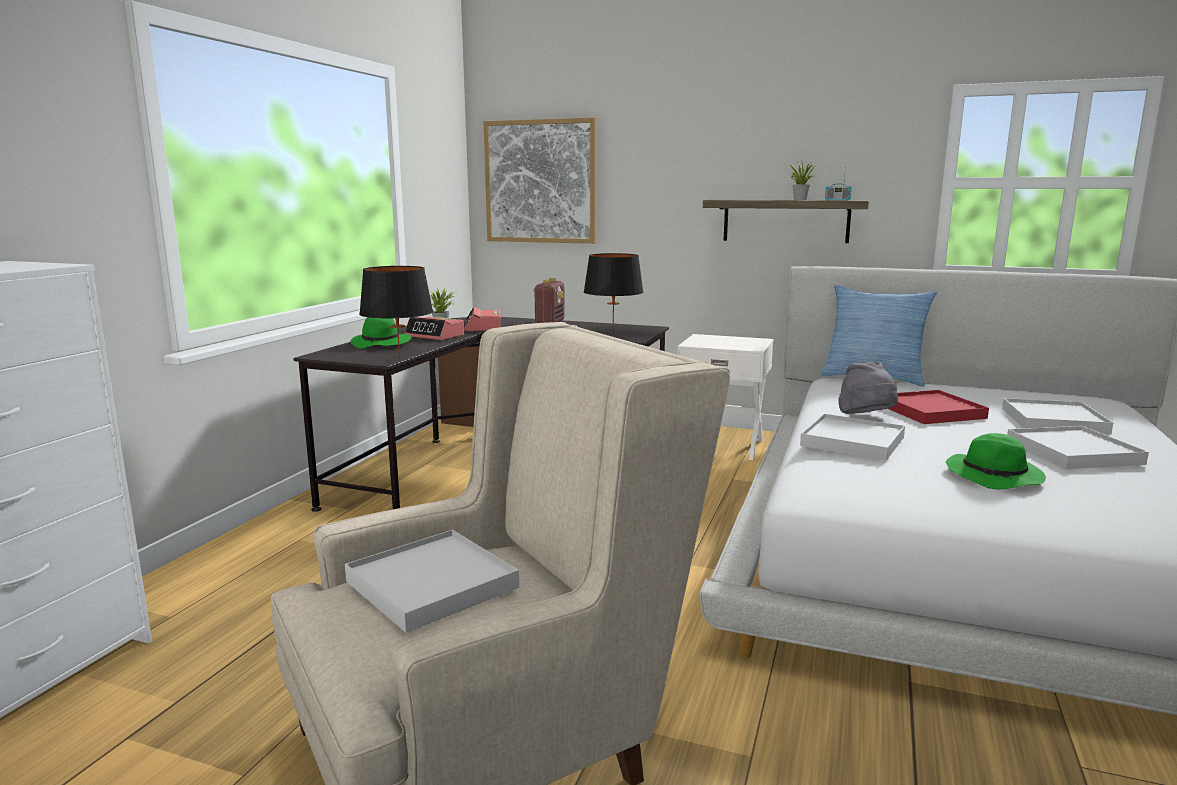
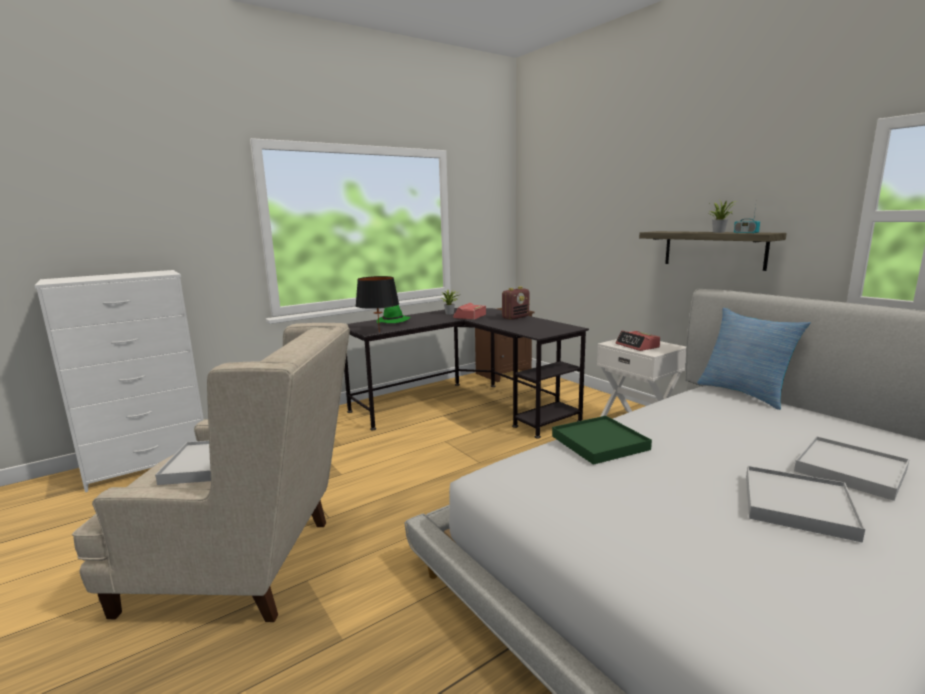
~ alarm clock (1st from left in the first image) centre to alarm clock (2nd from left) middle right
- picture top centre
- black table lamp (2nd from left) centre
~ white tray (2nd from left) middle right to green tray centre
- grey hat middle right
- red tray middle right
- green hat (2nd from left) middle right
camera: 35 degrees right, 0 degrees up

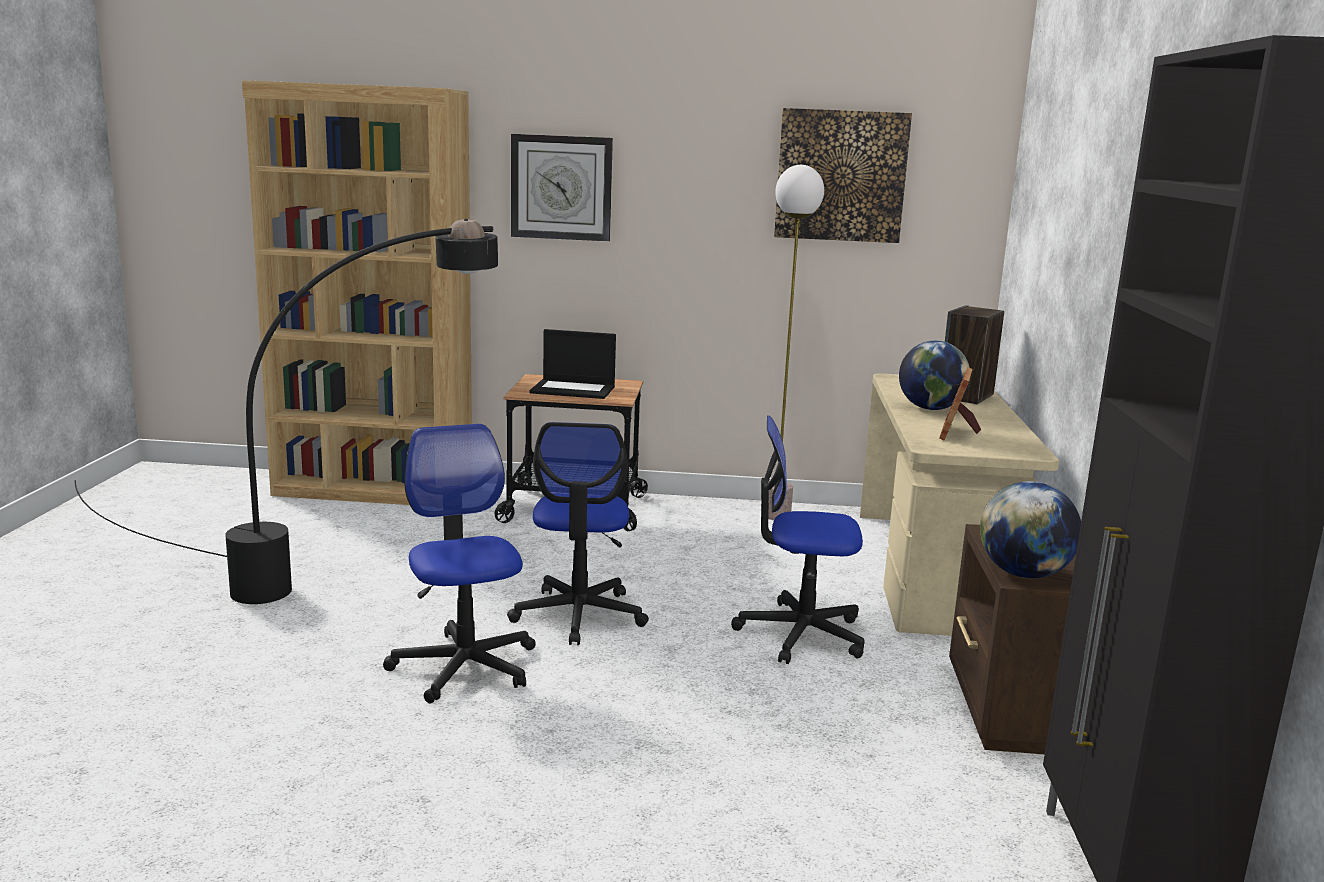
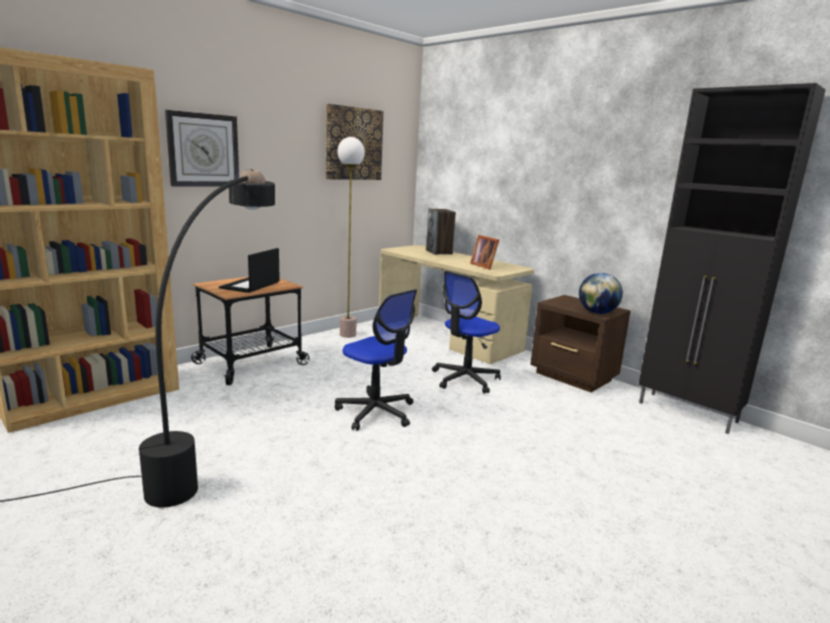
- office chair (1st from left) centre
~ laptop centre = middle left 150 degrees clockwise
- globe (1st from left) middle right
camera: 50 degrees left, 0 degrees up

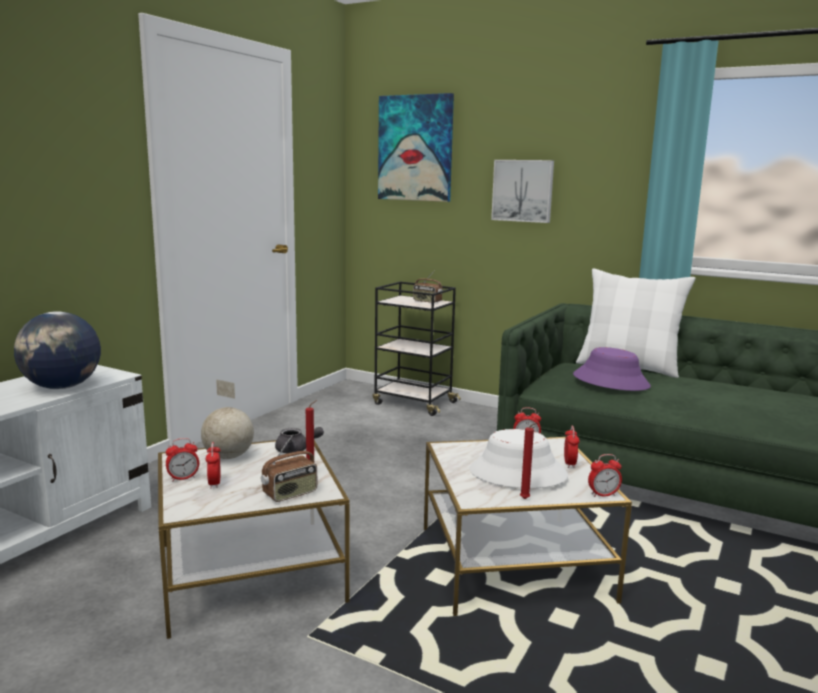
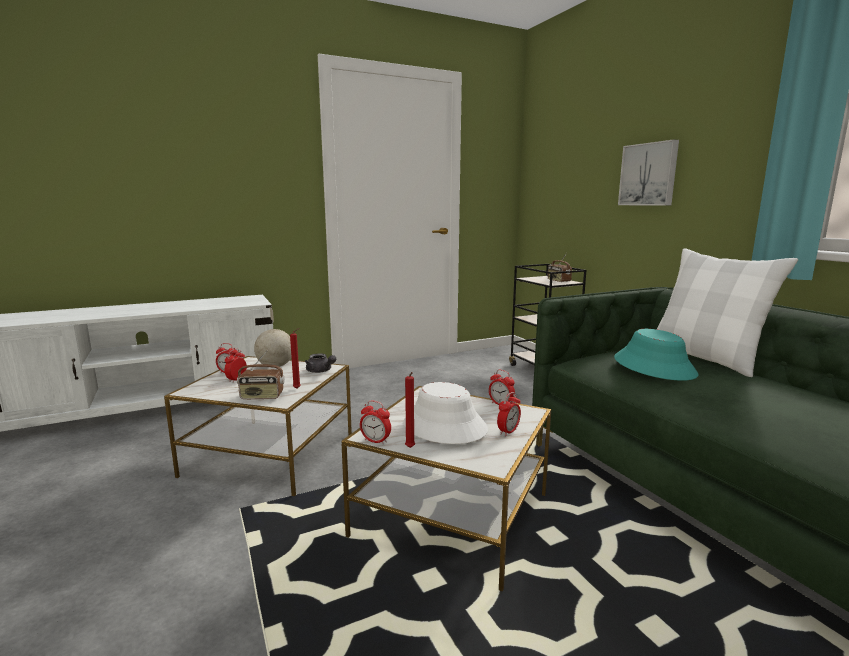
- globe (1st from left) middle left
- picture (1st from left) top centre
~ purple hat middle right to turquoise hat middle right
~ alarm clock (5th from left in the first image) bottom right to alarm clock (3rd from left) centre
camera: 35 degrees right, 0 degrees up

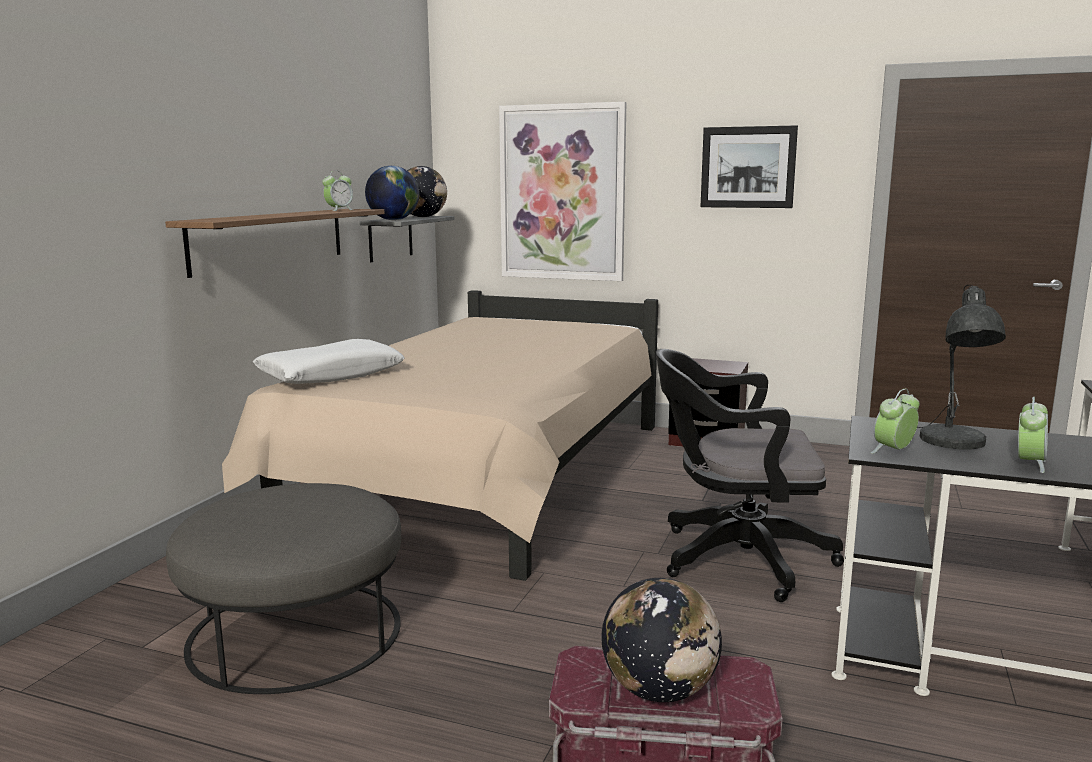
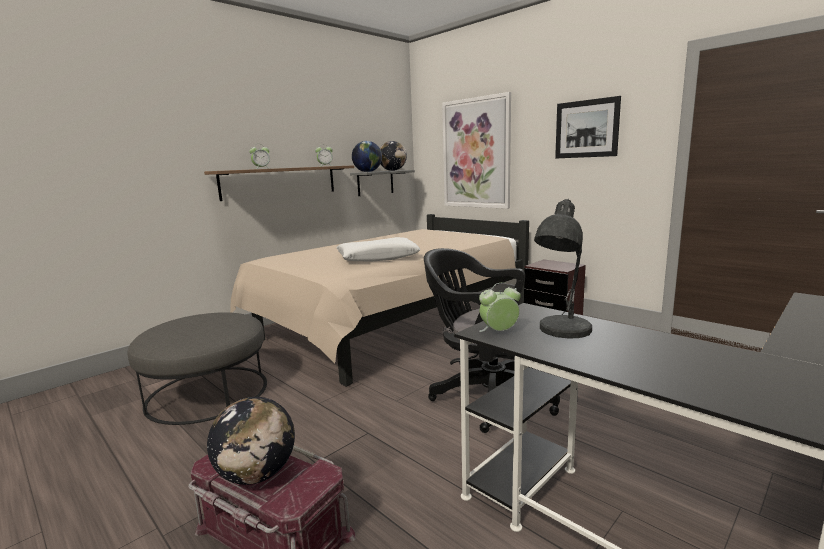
~ white pillow middle left to centre
~ alarm clock (3rd from left in the first image) middle right to alarm clock (1st from left) top left
camera: 25 degrees right, 0 degrees up

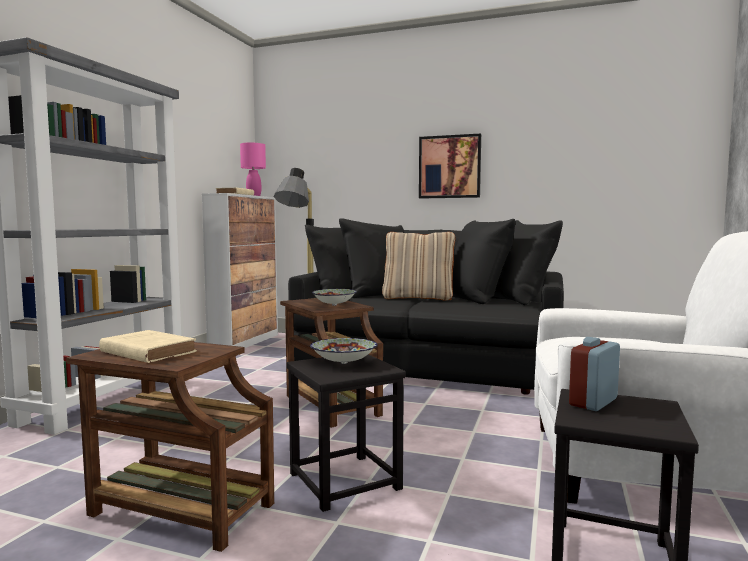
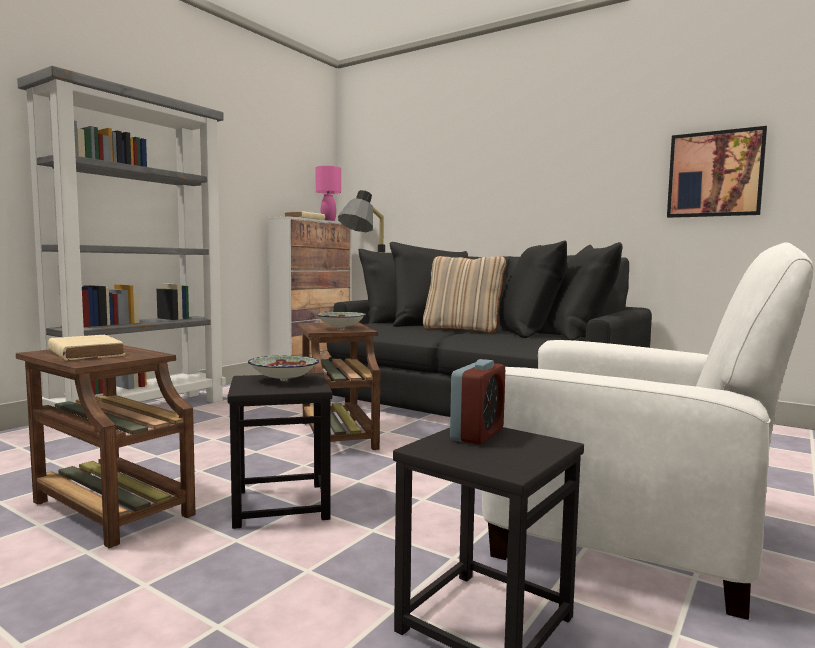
~ picture top centre to top right
~ alarm clock bottom right = centre 150 degrees clockwise
camera: 15 degrees right, 0 degrees up

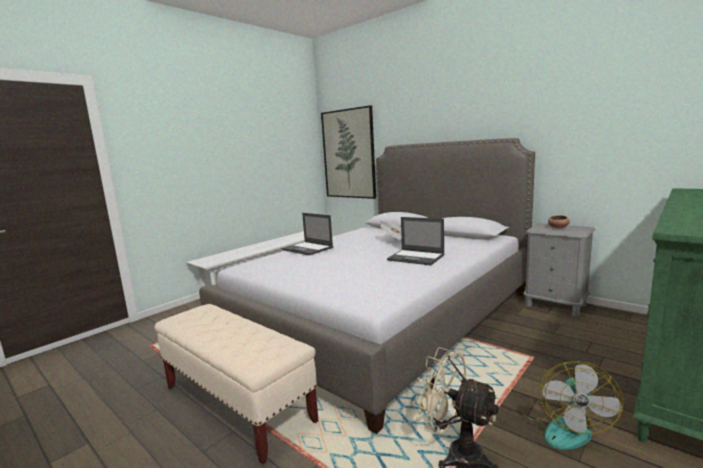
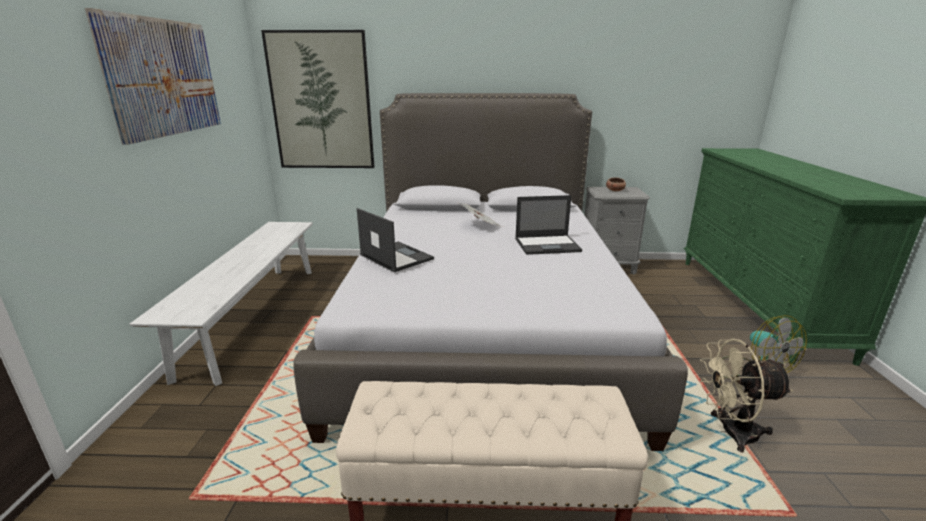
~ laptop (1st from left) centre = centre 135 degrees counterclockwise
+ picture (1st from left) top left
camera: 40 degrees left, 10 degrees up

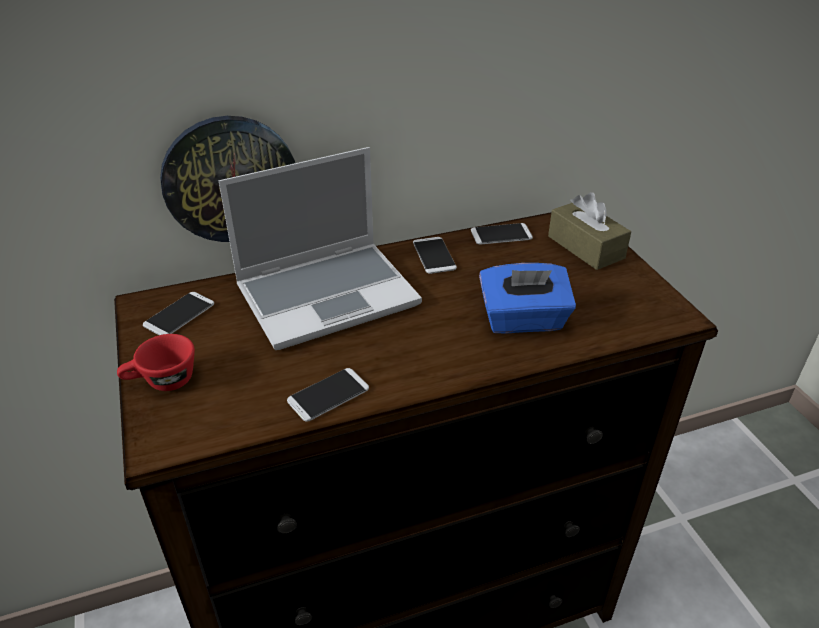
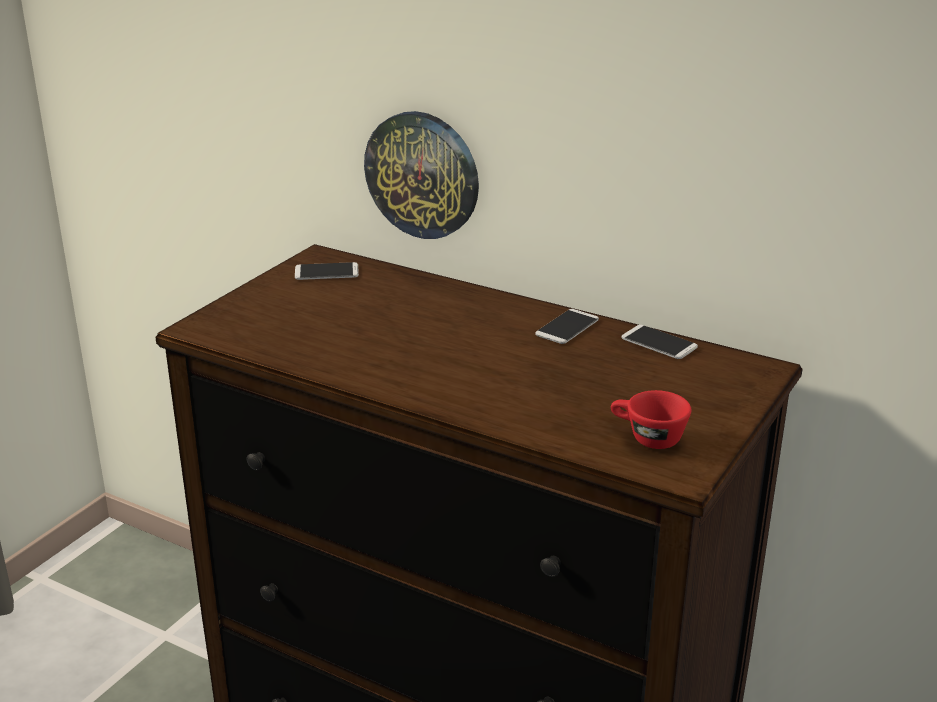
~ red cup middle left to middle right
- laptop centre
- phone (2nd from left) centre
- blue tissue box centre
- brown tissue box middle right
camera: 50 degrees right, 10 degrees down

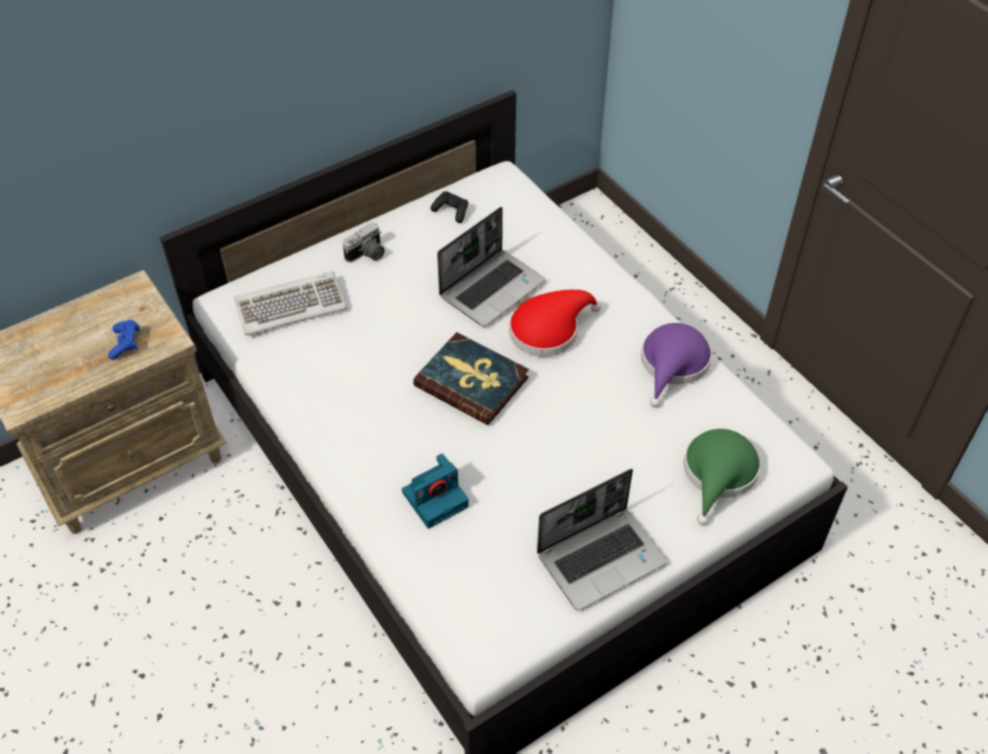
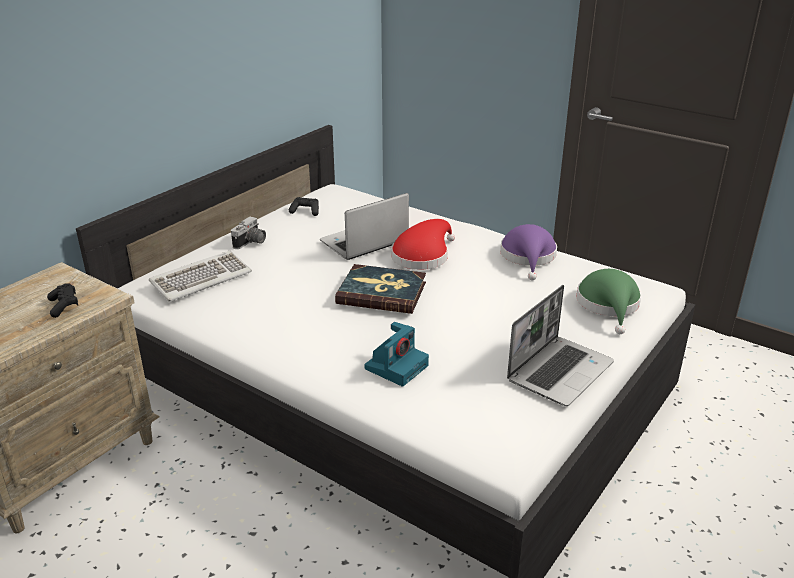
~ blue game controller middle left to black game controller (1st from left) middle left
~ laptop (1st from left) centre = centre 150 degrees counterclockwise
camera: 20 degrees left, 20 degrees down

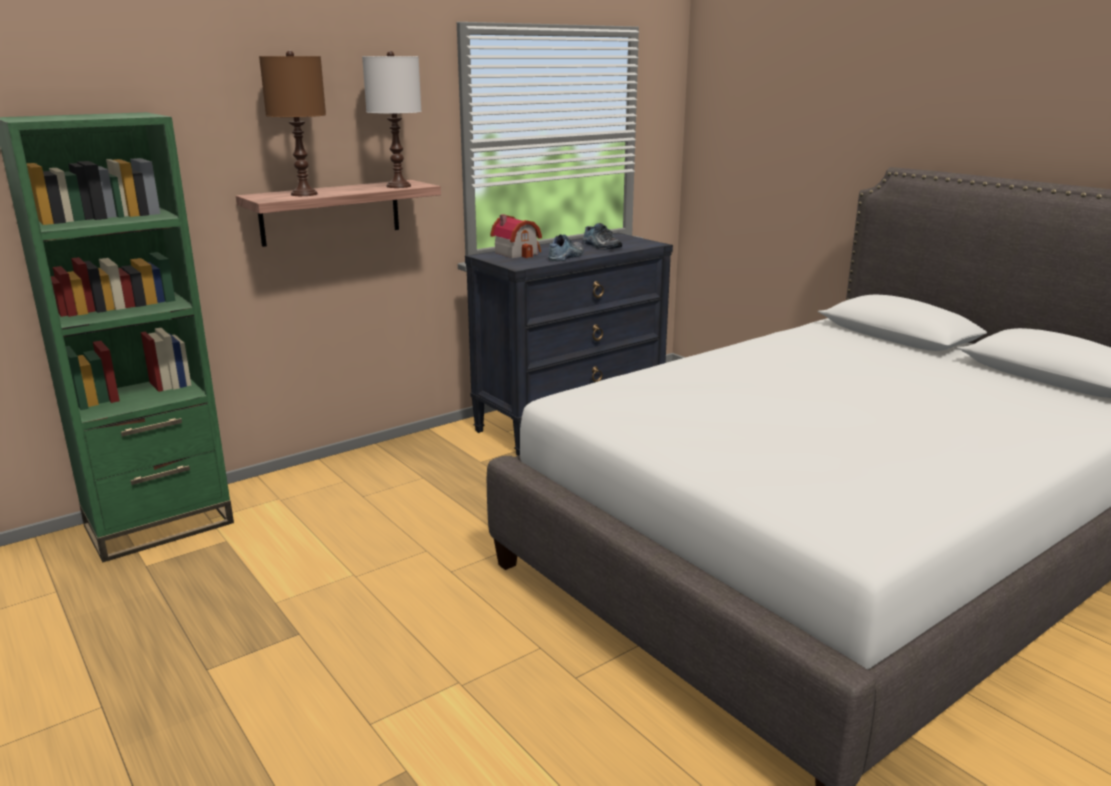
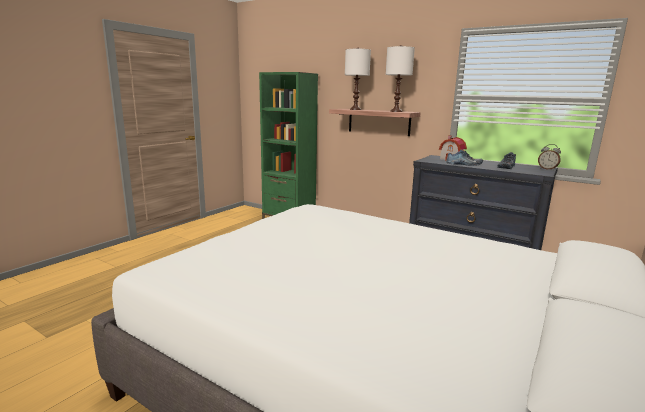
~ brown table lamp top left to white table lamp (1st from left) top centre
+ alarm clock middle right
camera: 70 degrees right, 5 degrees down

